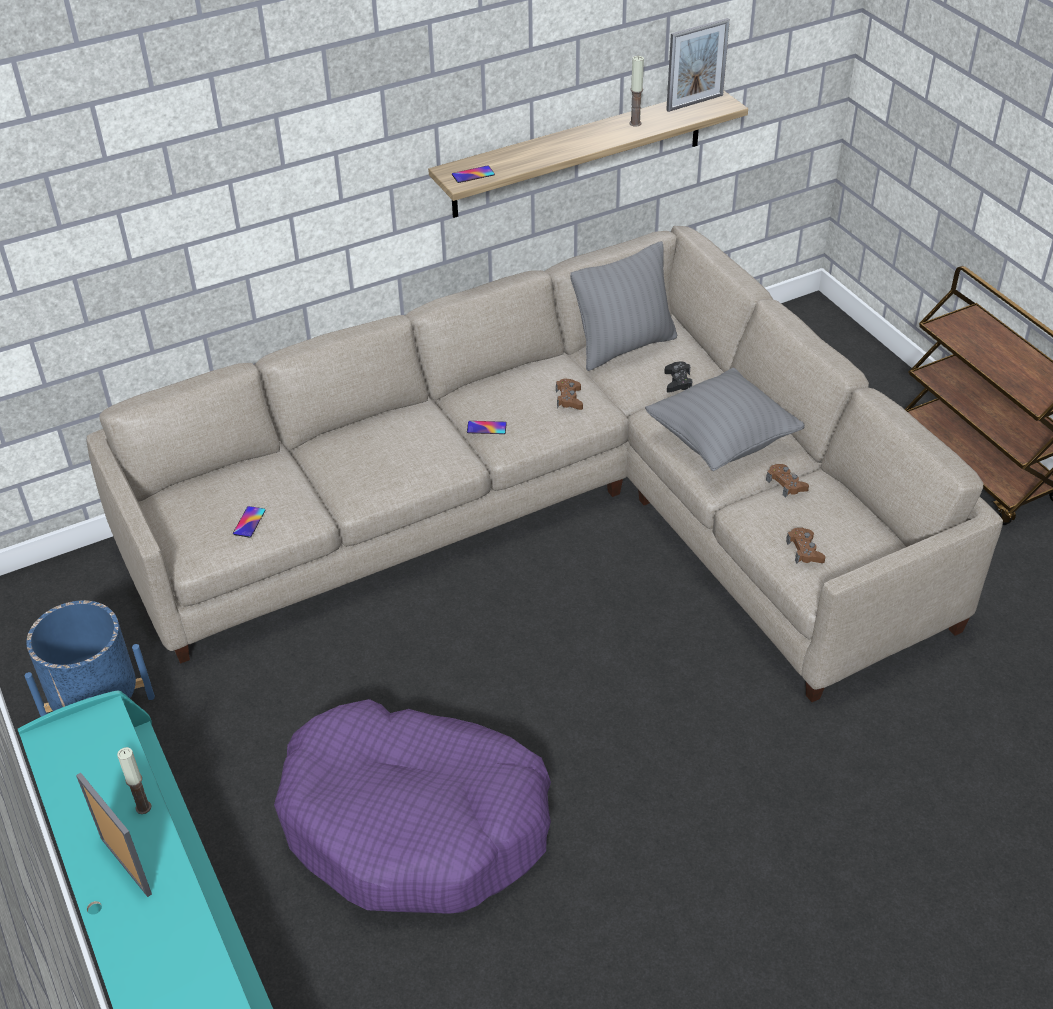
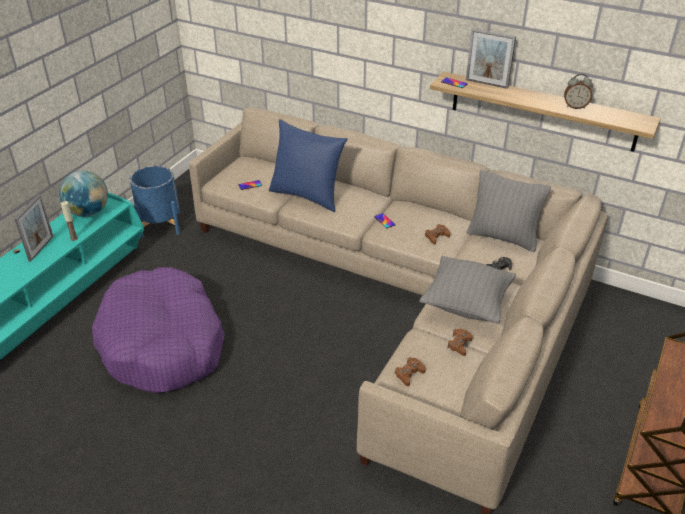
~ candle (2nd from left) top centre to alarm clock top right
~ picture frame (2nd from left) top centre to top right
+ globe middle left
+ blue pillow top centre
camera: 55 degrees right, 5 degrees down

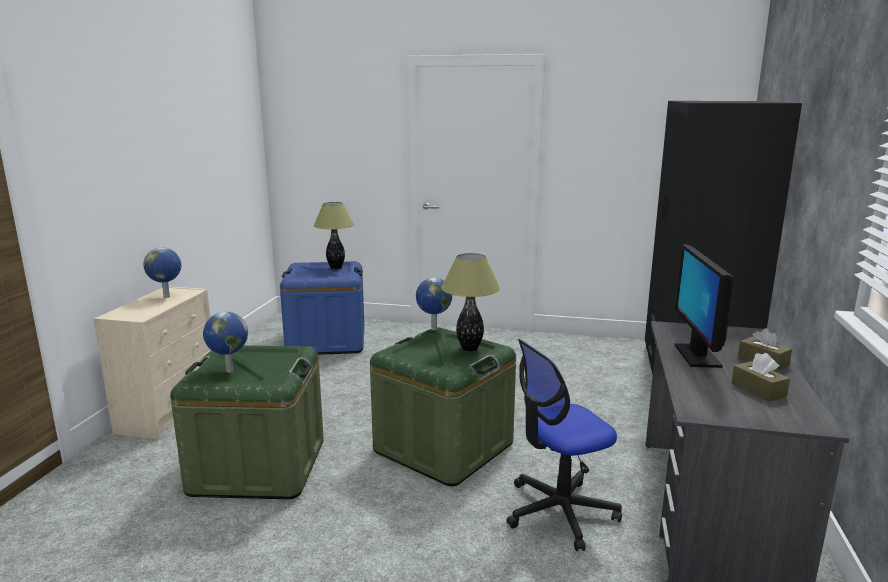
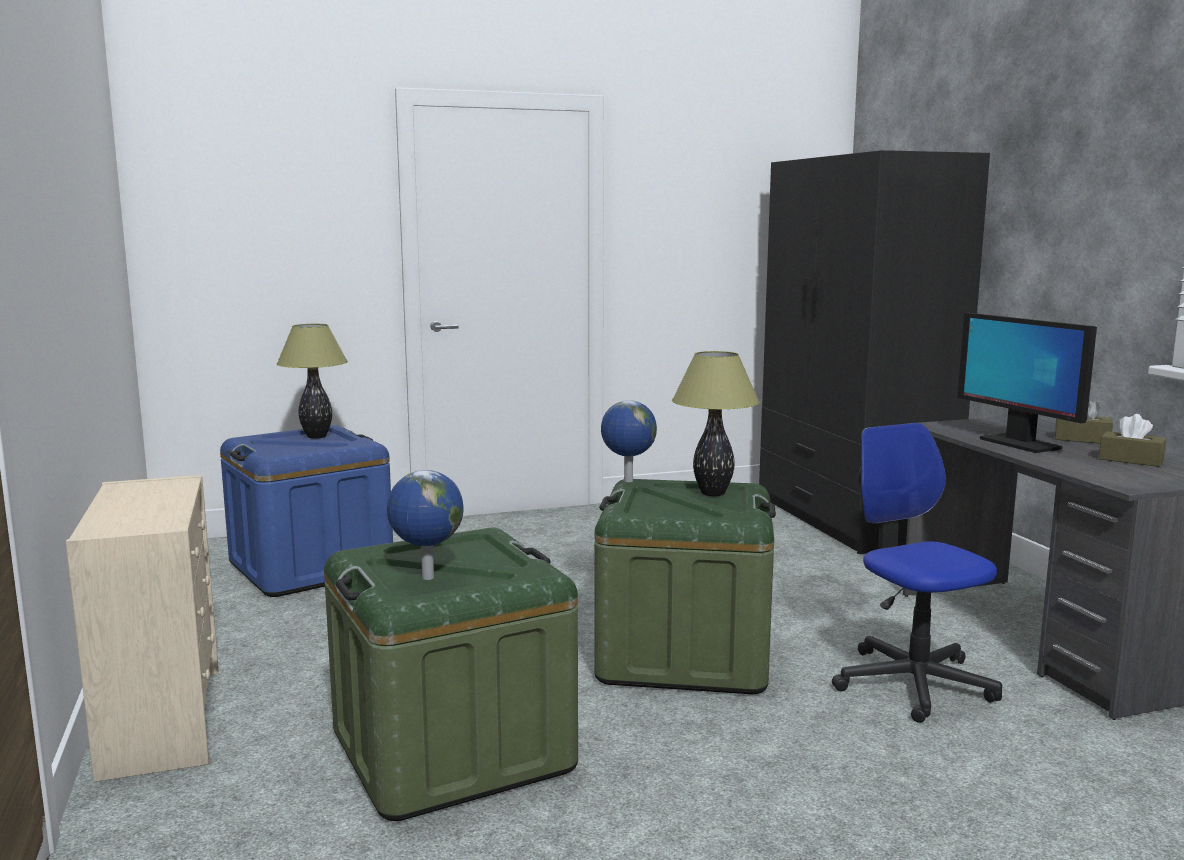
- globe (1st from left) middle left
~ office chair bottom centre = middle right 120 degrees clockwise
camera: 30 degrees left, 5 degrees down

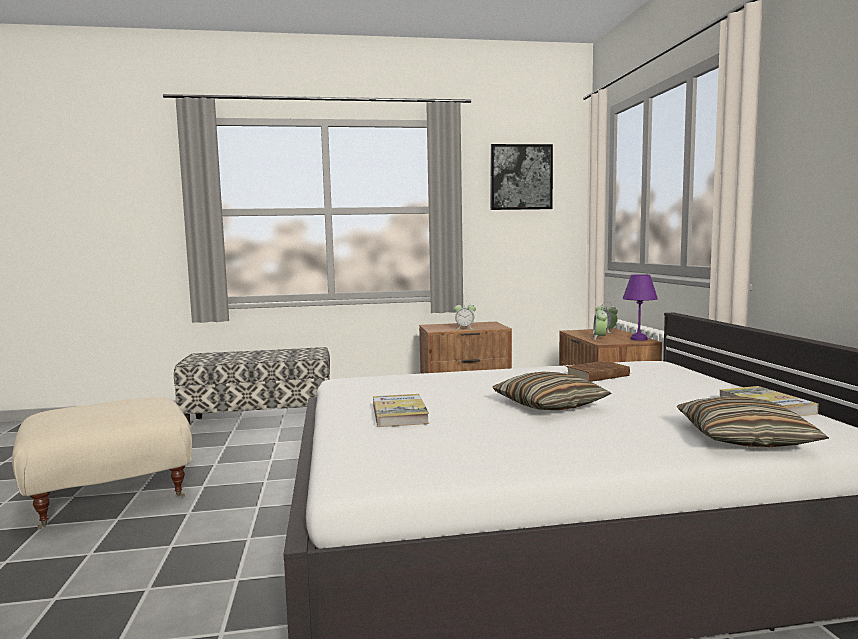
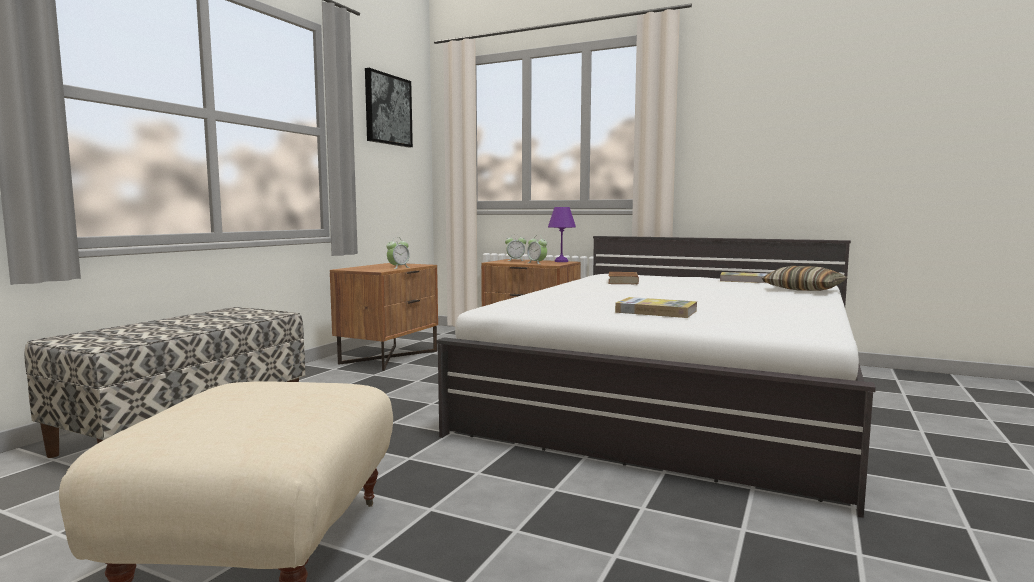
- pillow (1st from left) centre
camera: 55 degrees left, 0 degrees up

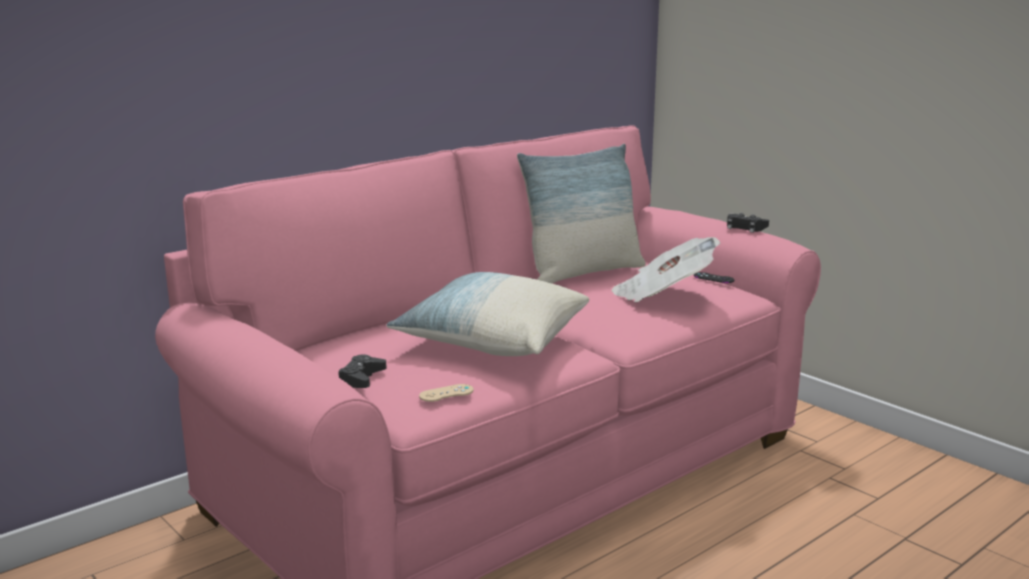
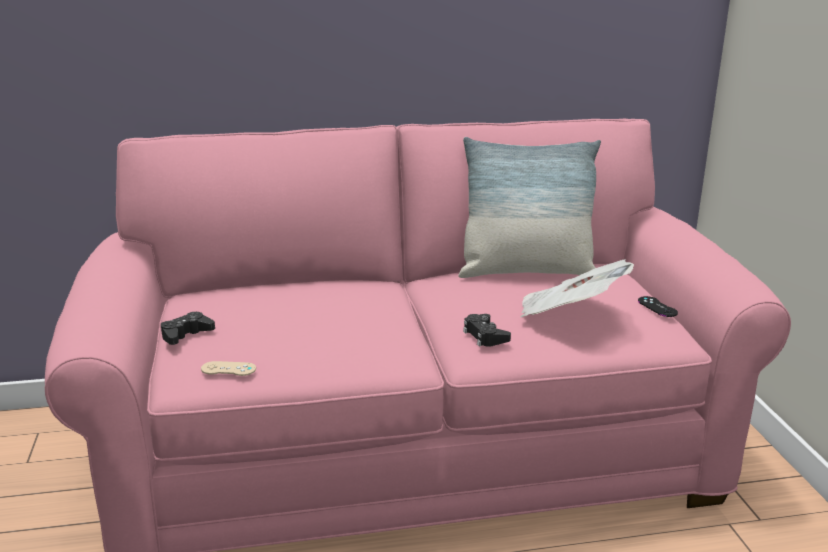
- pillow (1st from left) centre
~ black game controller (3rd from left in the first image) middle right to black game controller (2nd from left) centre
camera: 30 degrees right, 5 degrees up

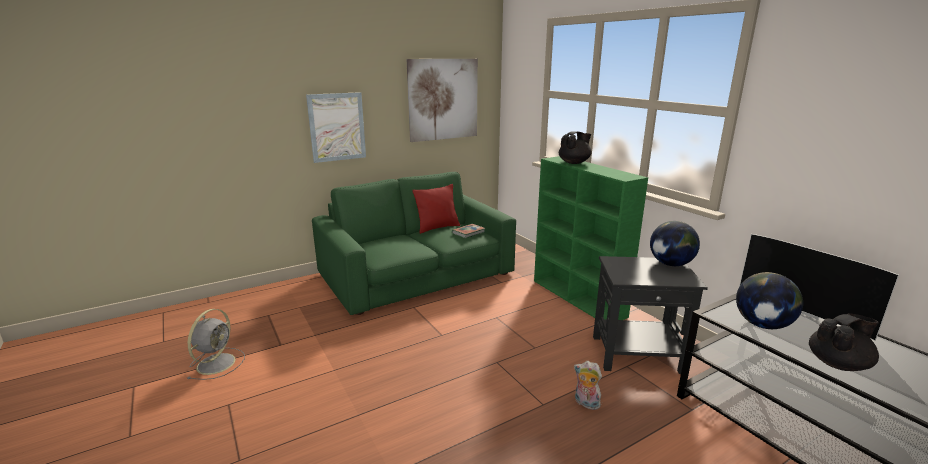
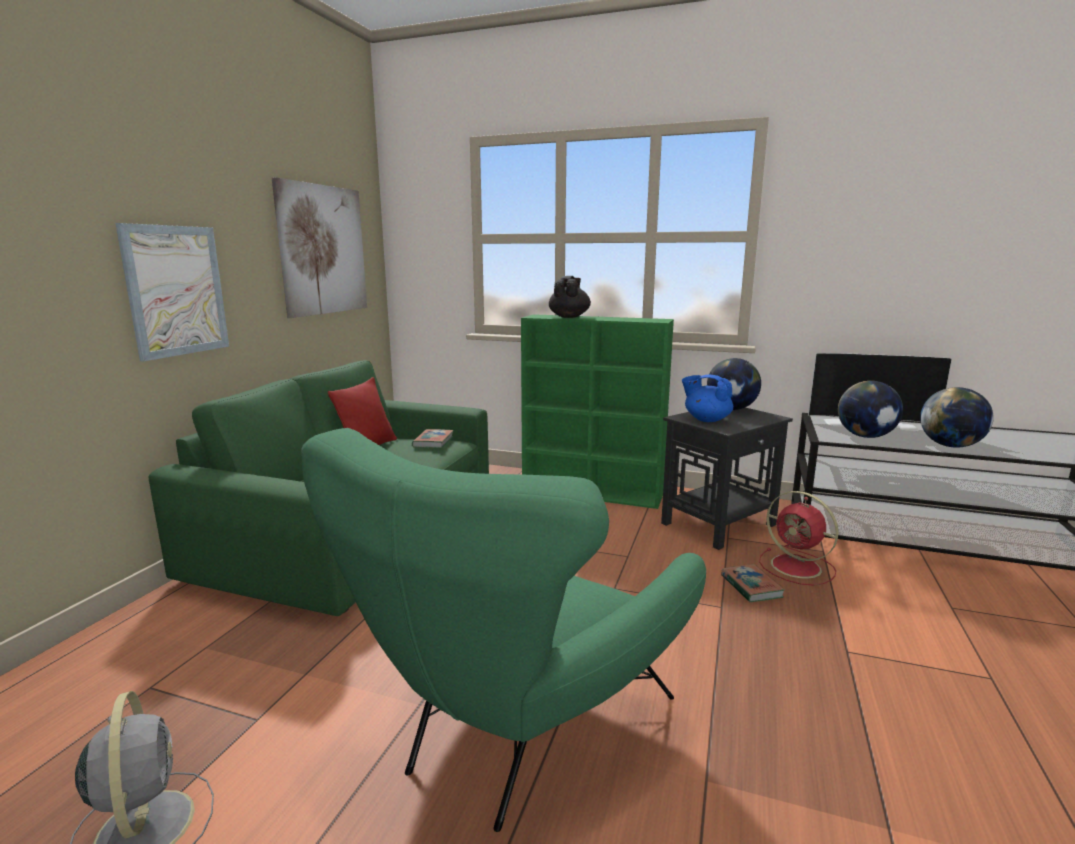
~ plush toy bottom centre to book (2nd from left) bottom right
~ black teapot (2nd from left) bottom right to globe (3rd from left) middle right
+ green armchair bottom centre
+ blue teapot centre
+ red fan middle right
camera: 40 degrees left, 5 degrees down

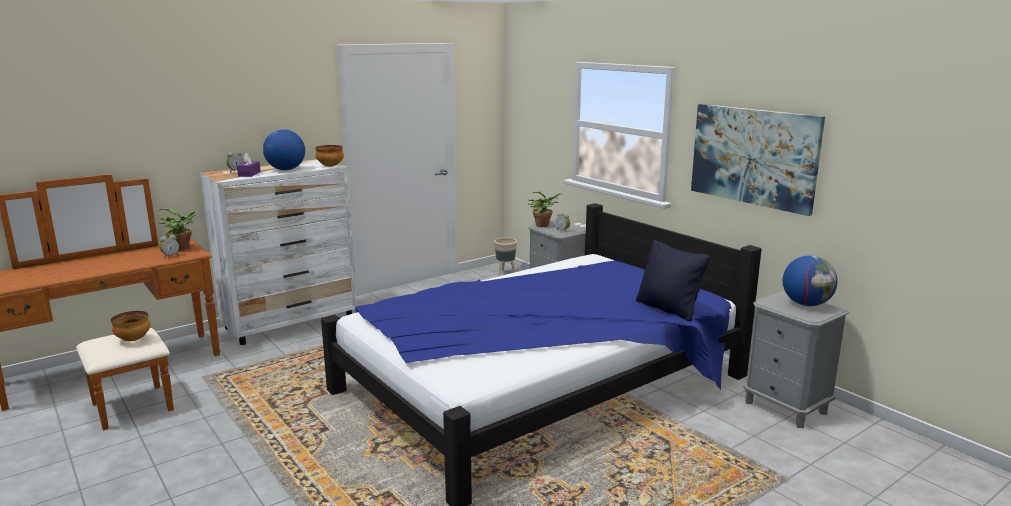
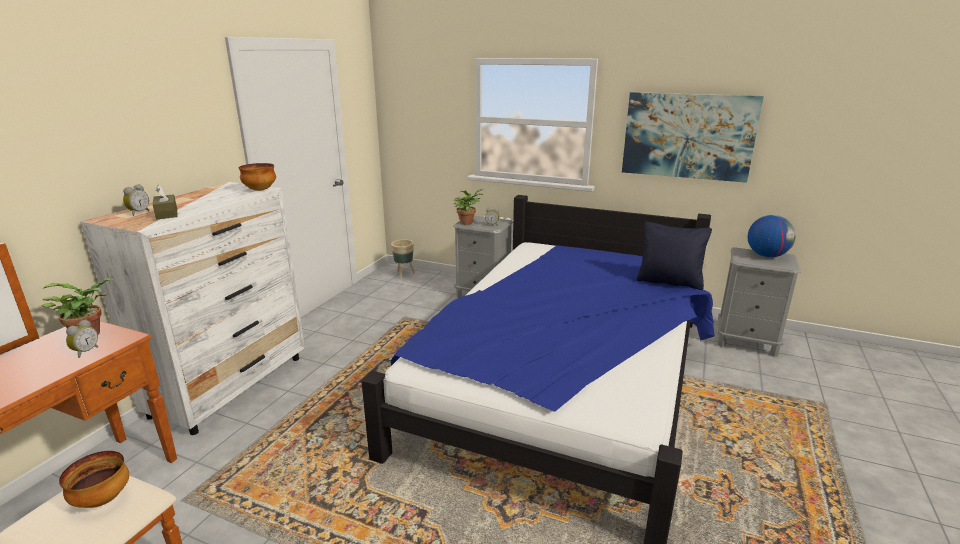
~ purple tissue box top left to brown tissue box middle left
- globe (1st from left) top left
camera: 30 degrees left, 5 degrees up

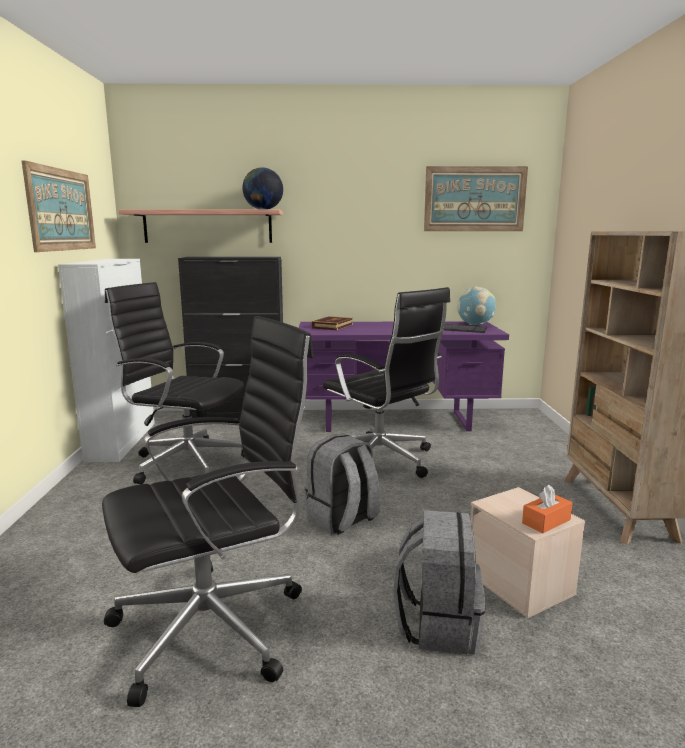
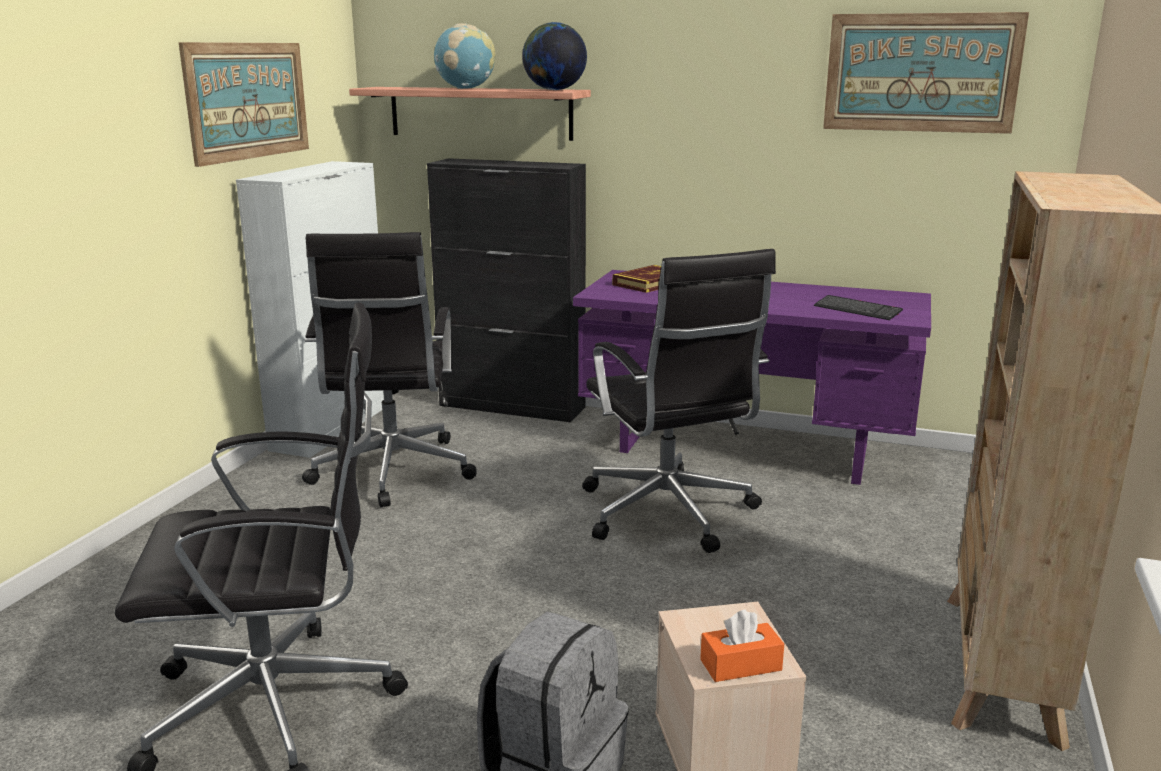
~ black office chair (1st from left in the first image) middle left = centre 135 degrees counterclockwise
- grey backpack (1st from left) centre
~ globe (2nd from left in the first image) middle right to globe (1st from left) top centre
camera: 20 degrees right, 5 degrees up

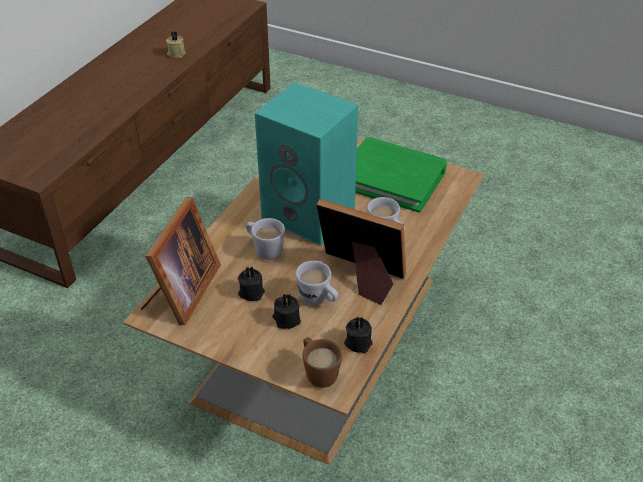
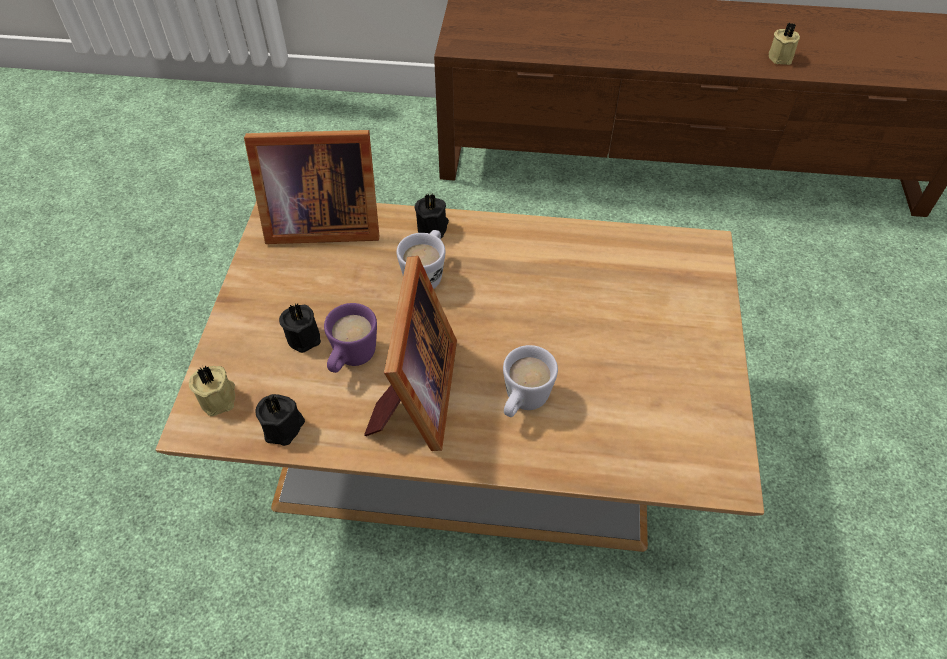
~ black candle (1st from left in the first image) centre to black candle (3rd from left) top centre
- turquoise speaker centre
~ white mug (2nd from left) centre to purple mug centre
~ brown mug bottom centre to beige candle (1st from left) middle left
- green book centre
camera: 70 degrees right, 10 degrees up

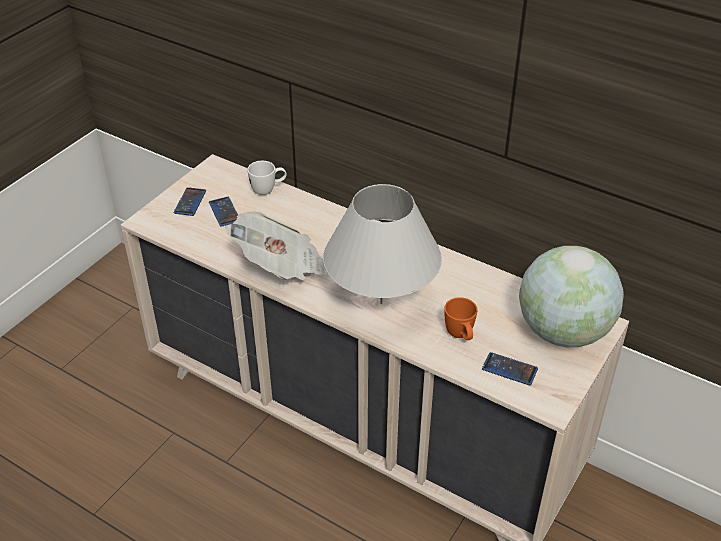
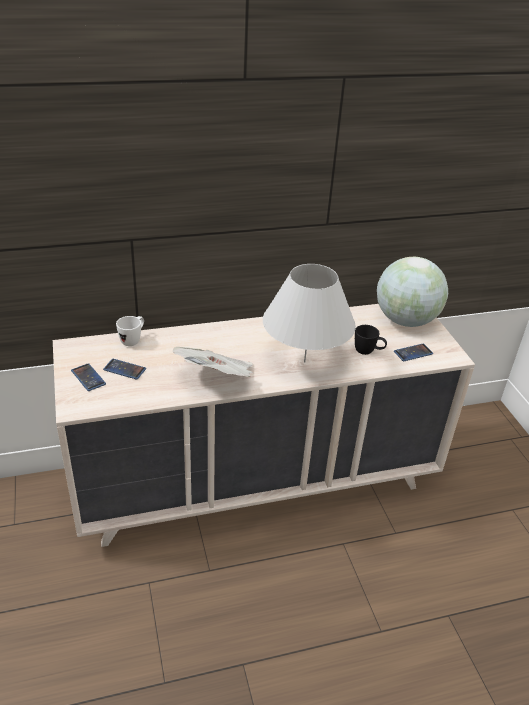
~ orange mug centre to black mug middle right
camera: 50 degrees left, 5 degrees down

